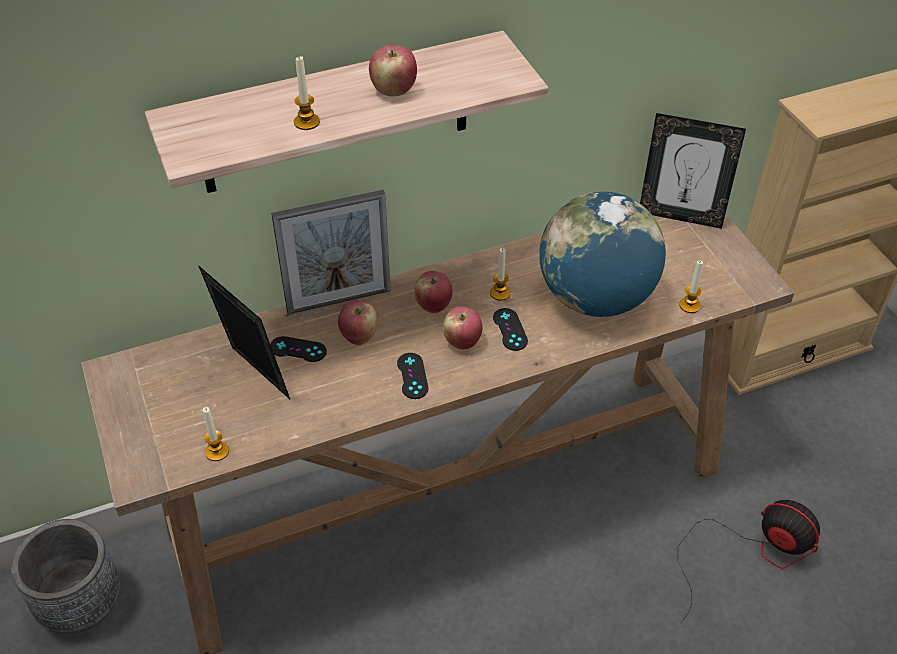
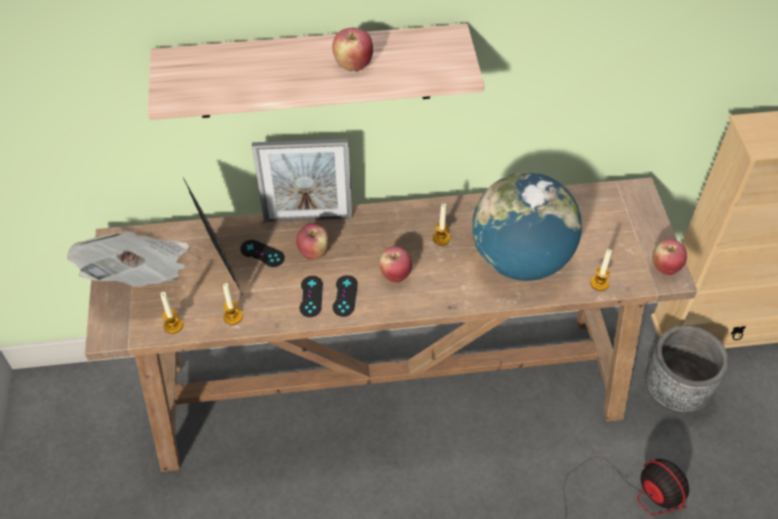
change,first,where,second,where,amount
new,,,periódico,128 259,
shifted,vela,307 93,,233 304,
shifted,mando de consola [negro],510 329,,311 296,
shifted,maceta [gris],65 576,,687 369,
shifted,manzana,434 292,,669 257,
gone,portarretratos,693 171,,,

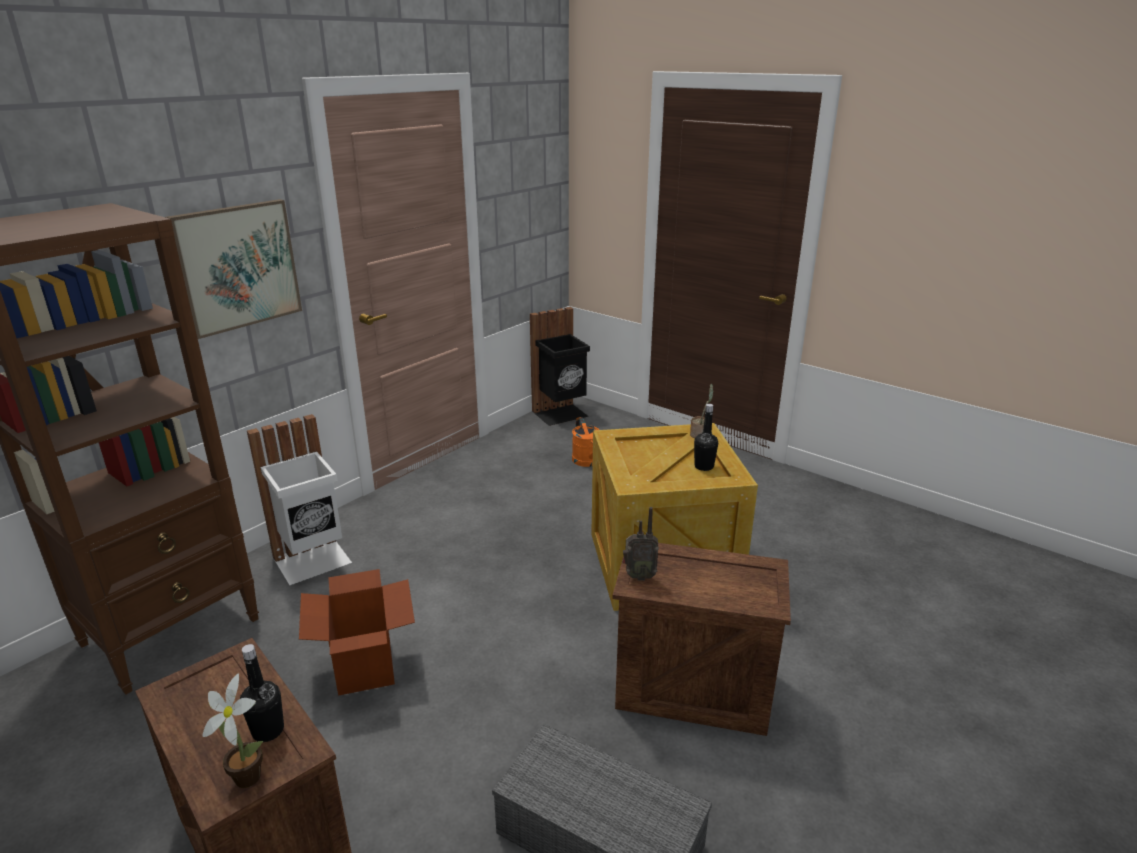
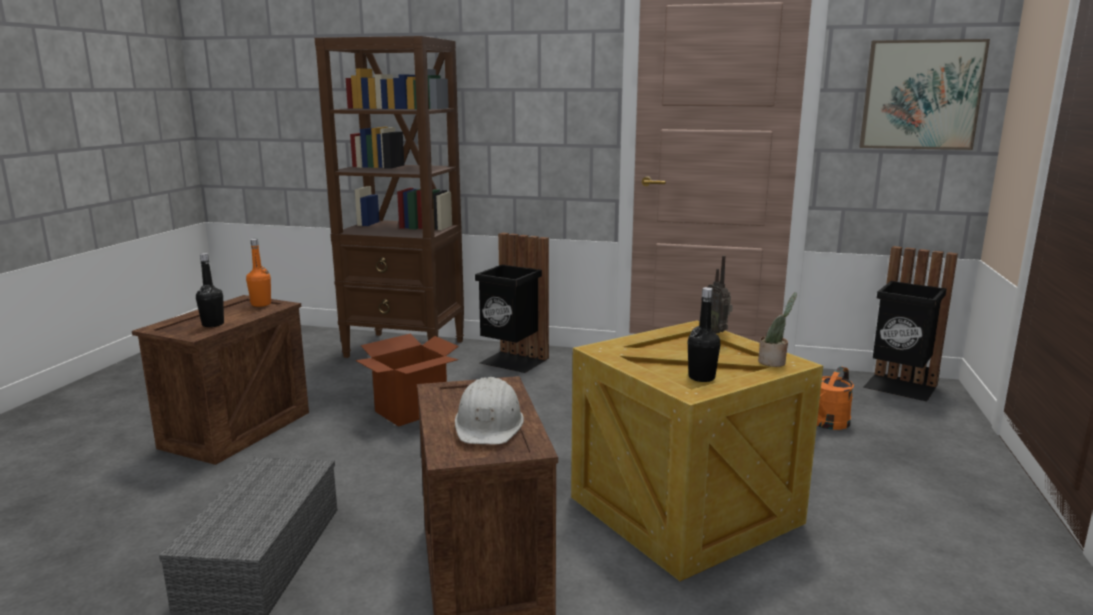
change,first,where,second,where,amount
new,,,botella [naranja],258 273,
new,,,casco [blanco],489 410,
repainted,papelera [blanco],299 499,papelera [negro],512 303,
shifted,radio,640 544,,720 295,
shifted,cuadro,234 269,,925 94,
gone,planta en maceta,232 730,,,

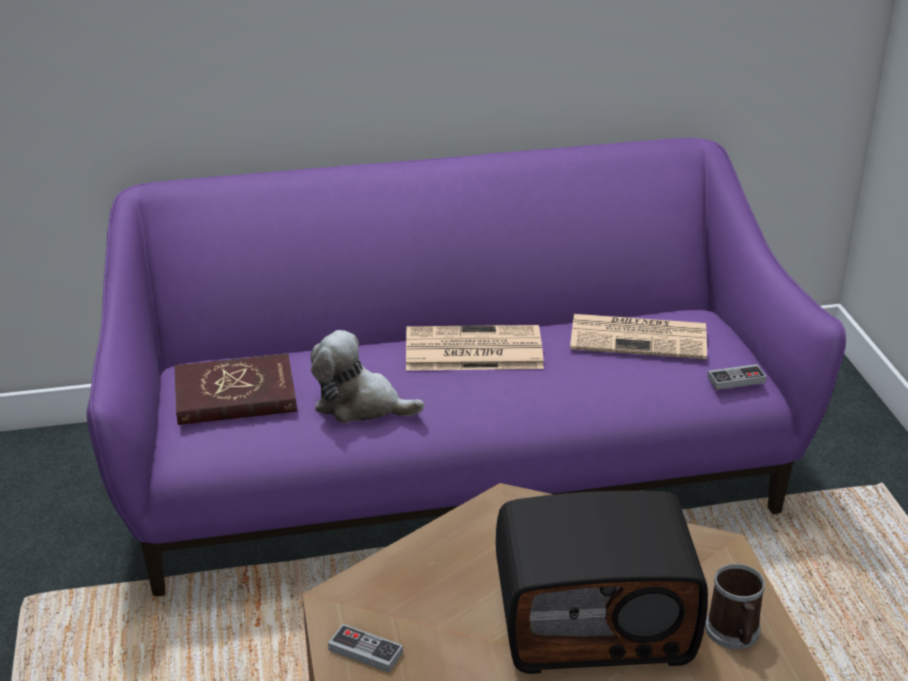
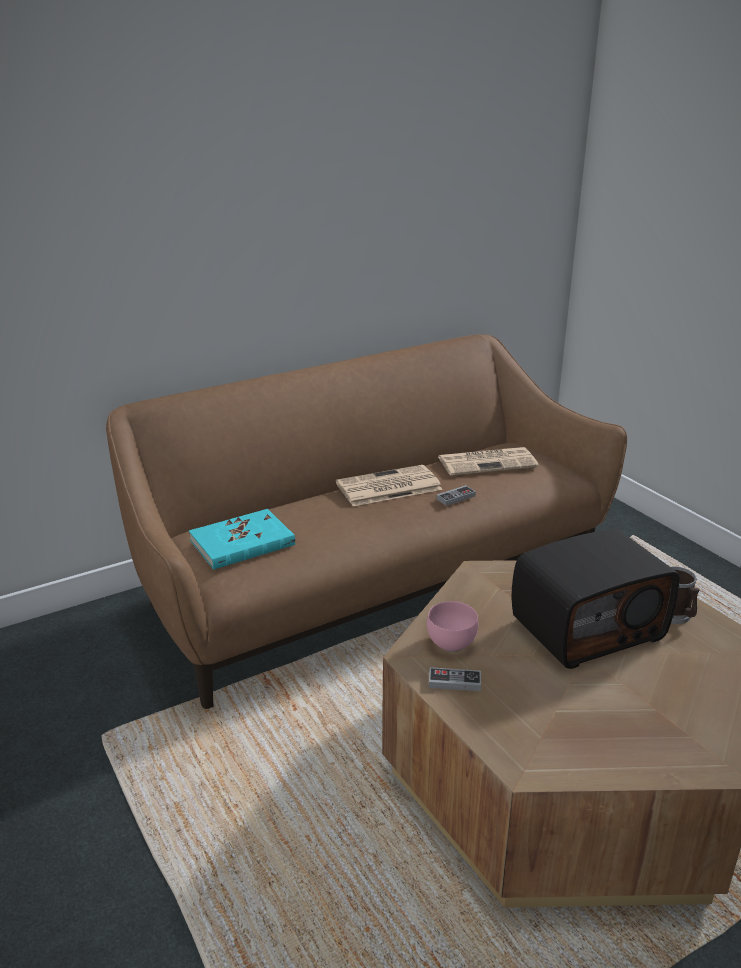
change,first,where,second,where,amount
repainted,sofá [morado],466 367,sofá [marrón],366 521,
repainted,libro [rojo],235 389,libro [turquesa],242 539,
new,,,cuenco [rosa],452 626,
shifted,mando de consola,737 377,,456 495,
gone,peluche,367 376,,,

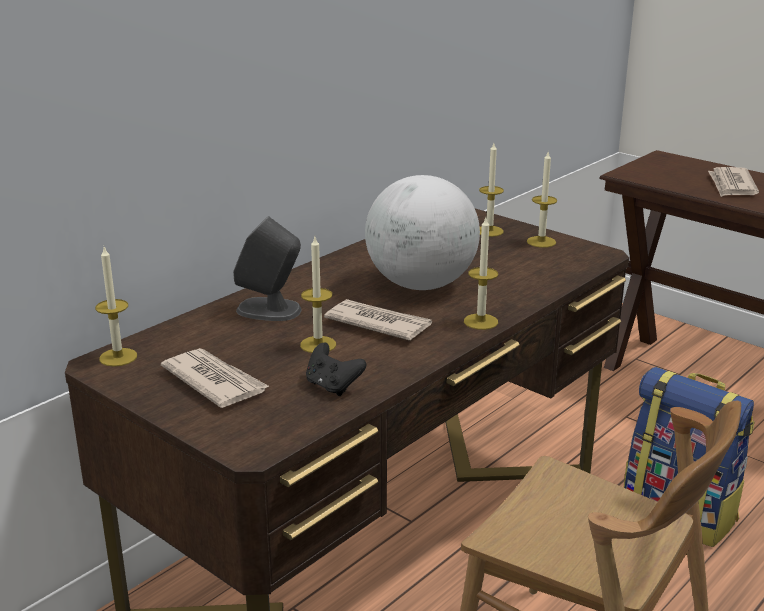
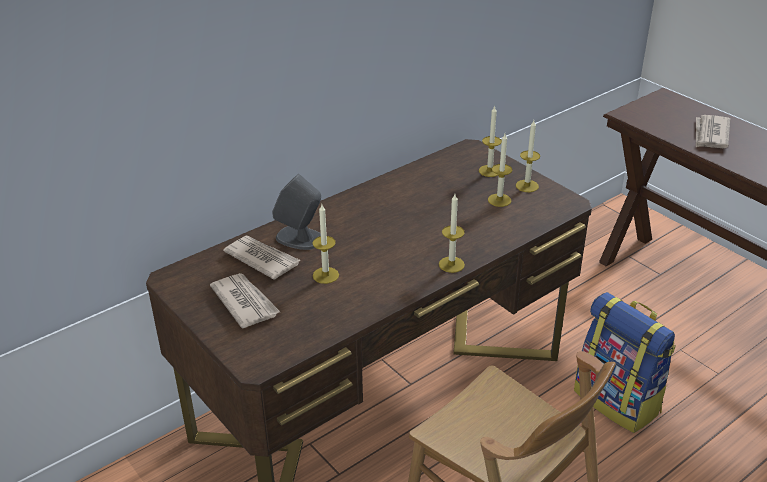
change,first,where,second,where,amount
shifted,periódico,378 320,,261 258,
shifted,vela,116 307,,500 170,
gone,mando de consola [negro],336 369,,,
gone,globo terráqueo,422 232,,,

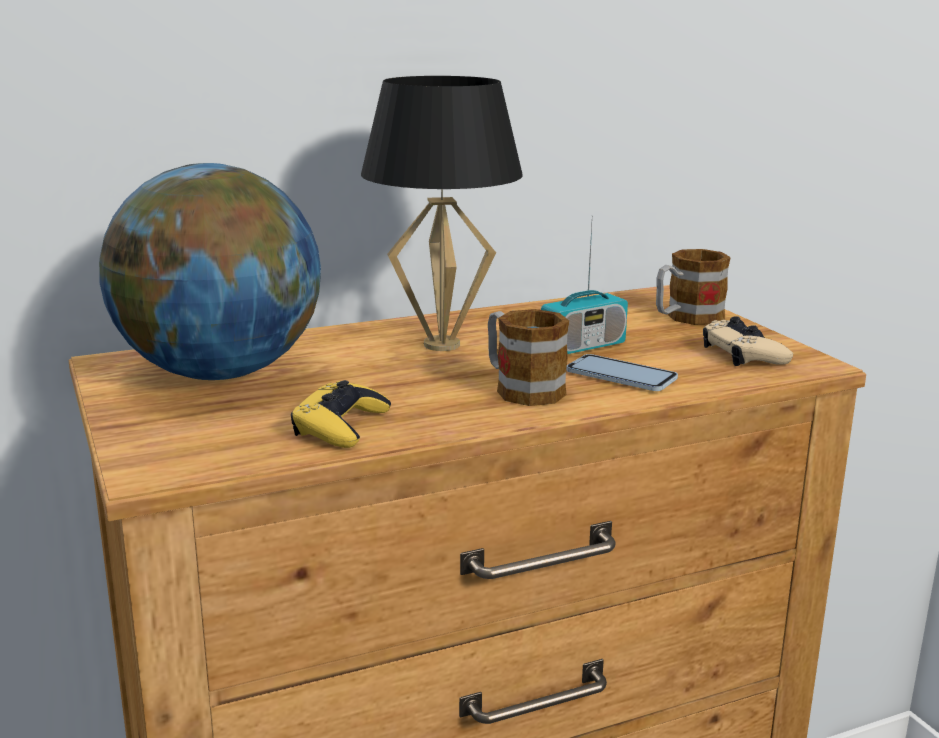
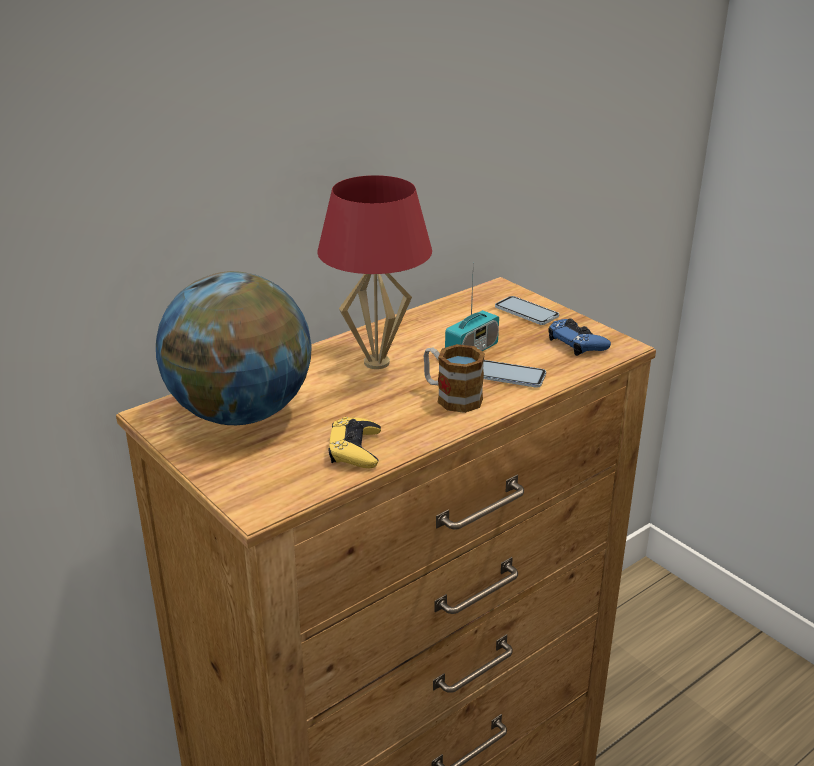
change,first,where,second,where,amount
repainted,lámpara de mesa [negro],442 213,lámpara de mesa [rojo],374 272,
swapped,taza grande,693 287,móvil,527 310,
repainted,mando de consola [beis],748 341,mando de consola [azul],579 337,

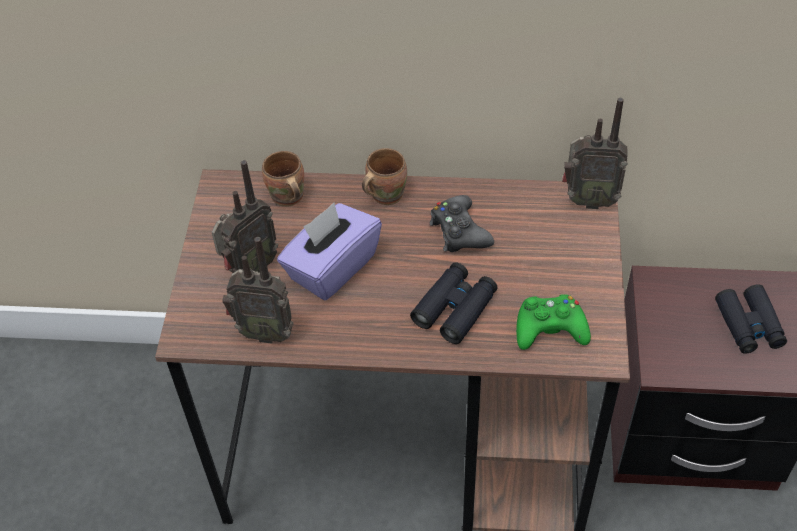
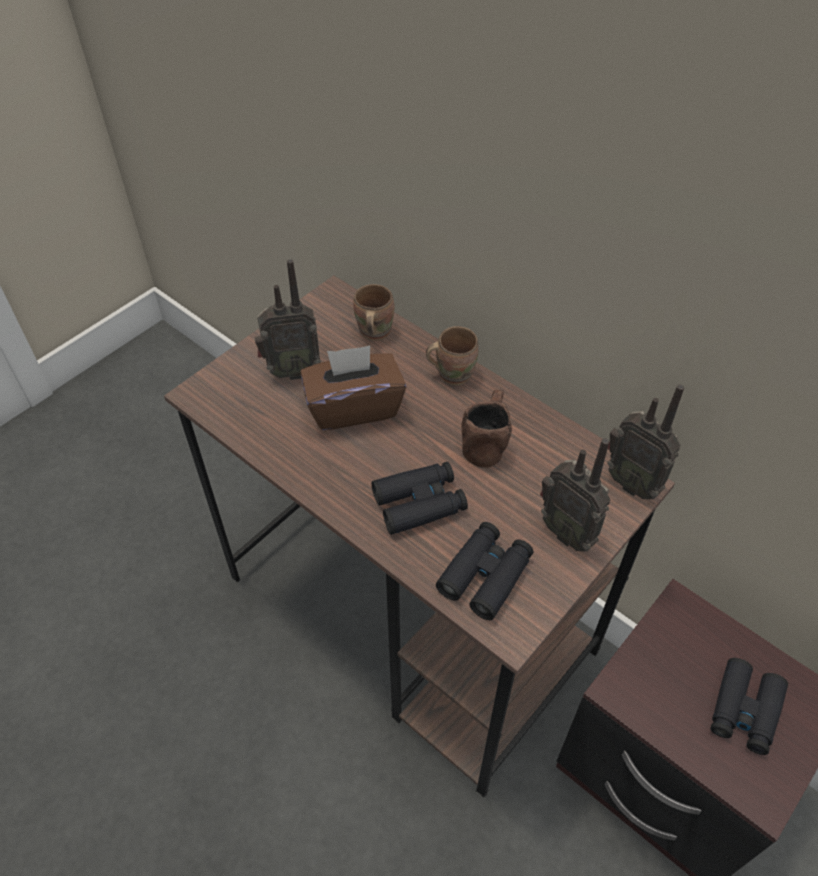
change,first,where,second,where,amount
repainted,caja de pañuelos [morado],329 251,caja de pañuelos [marrón],353 388,
swapped,mando de consola [verde],553 322,prismáticos [negro],484 571,
swapped,mando de consola [negro],462 223,taza grande [marrón],486 429,
shifted,radio,258 290,,575 495,

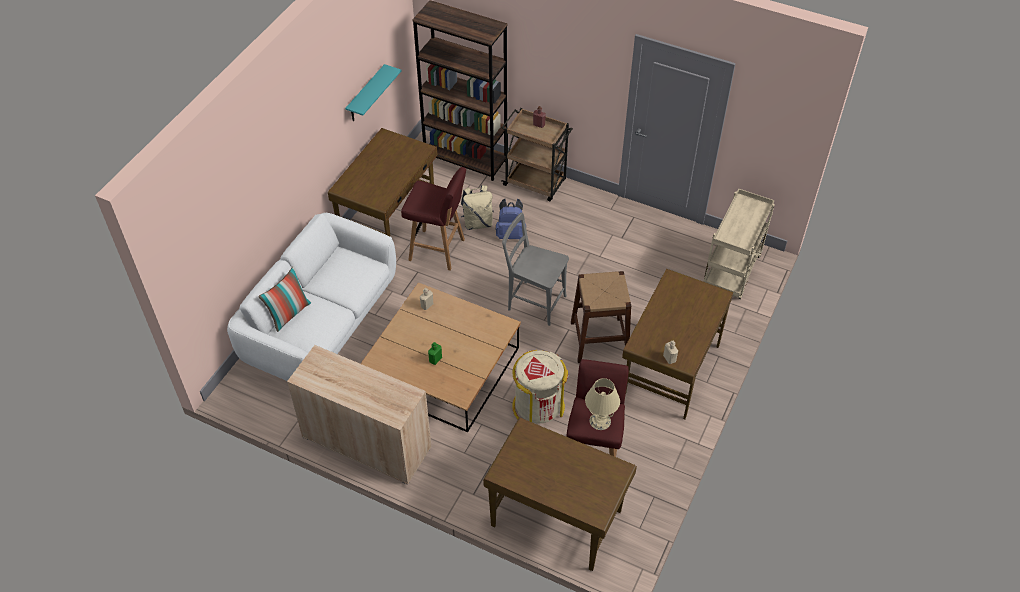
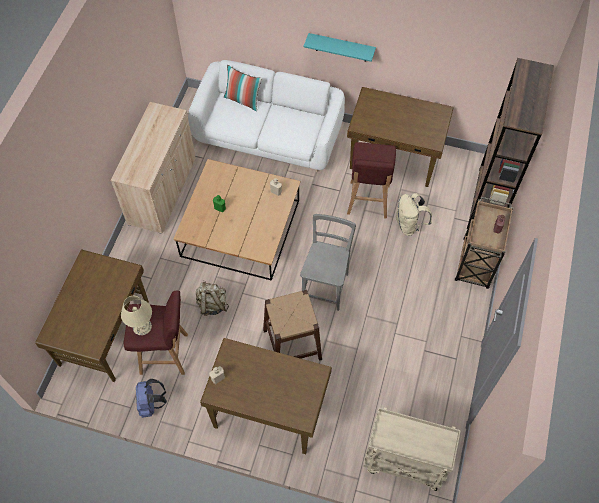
change,first,where,second,where,amount
shifted,mochila [azul],511 219,,151 398,
swapped,papelera [beis],540 387,mochila [beis],212 298,
shifted,estante [turquesa],373 92,,340 47,

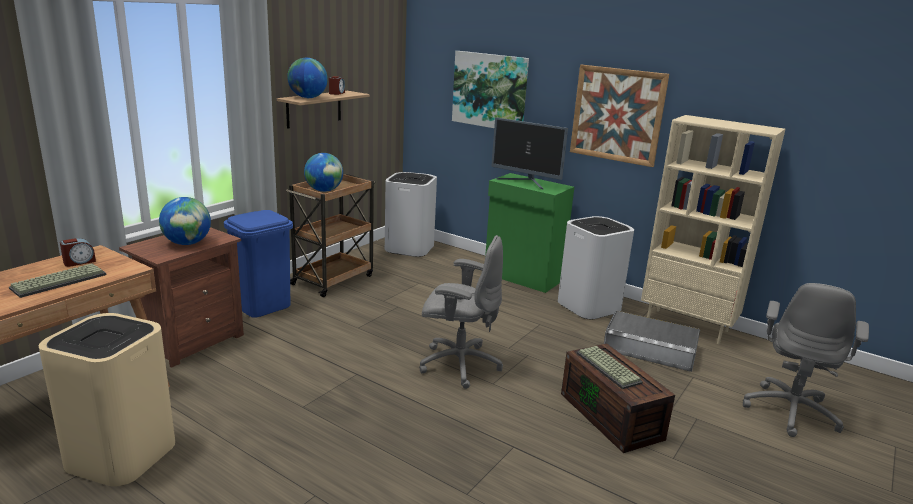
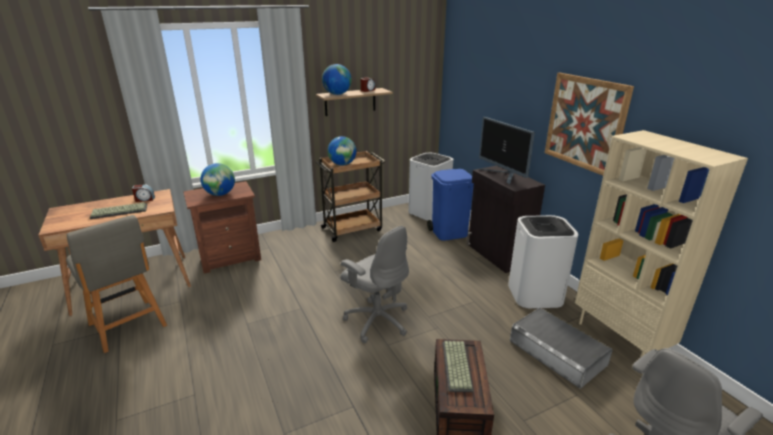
change,first,where,second,where,amount
swapped,papelera [beis],107 400,silla [gris],116 284,
shifted,papelera [azul],258 264,,450 205,
repainted,armario [verde],529 233,armario [negro],506 219,
gone,cuadro,490 89,,,

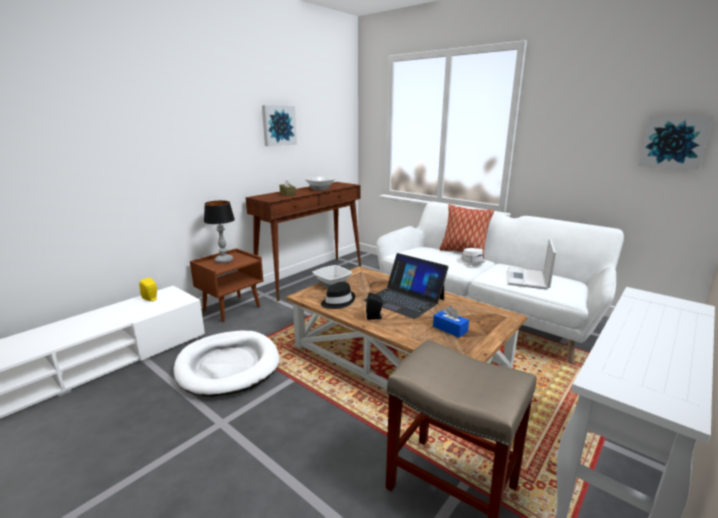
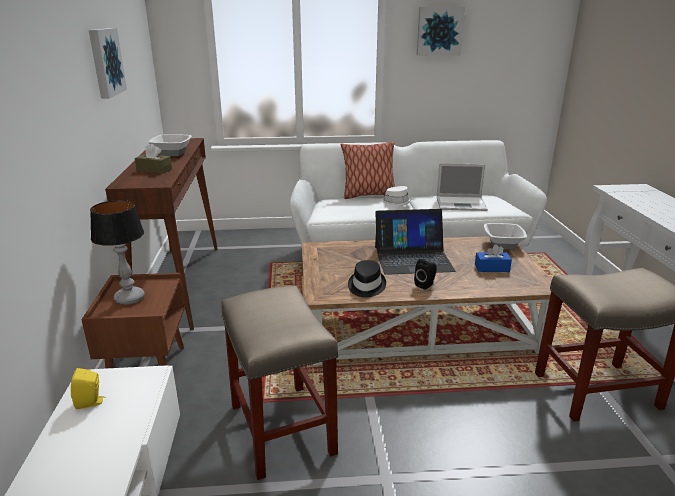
change,first,where,second,where,amount
swapped,cama para perro [blanco],226 364,taburete [beis],280 383,
shifted,cuadro,676 143,,441 31,
rotated,portátil,532 264,,462 187,60 degrees counterclockwise
shifted,cuenco,332 276,,505 236,

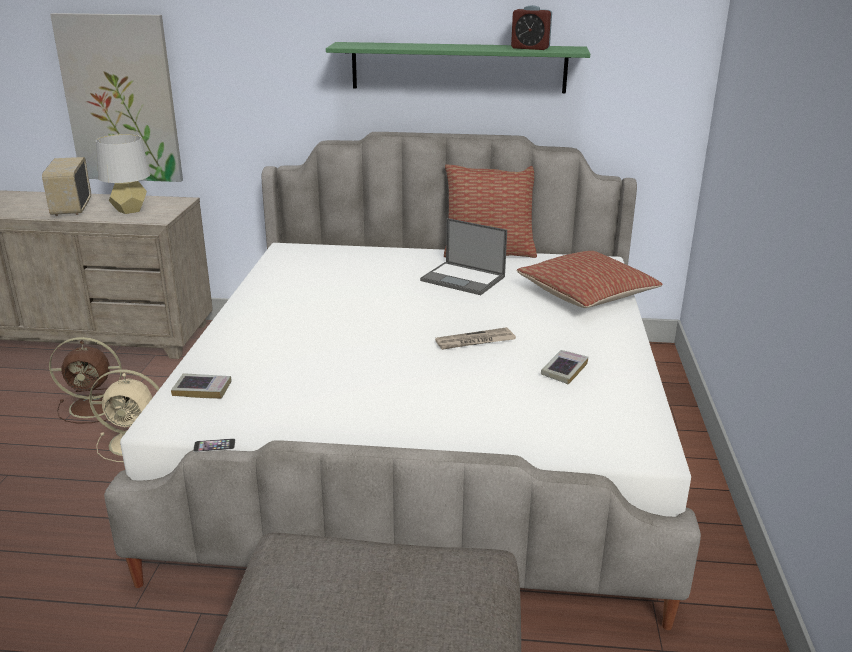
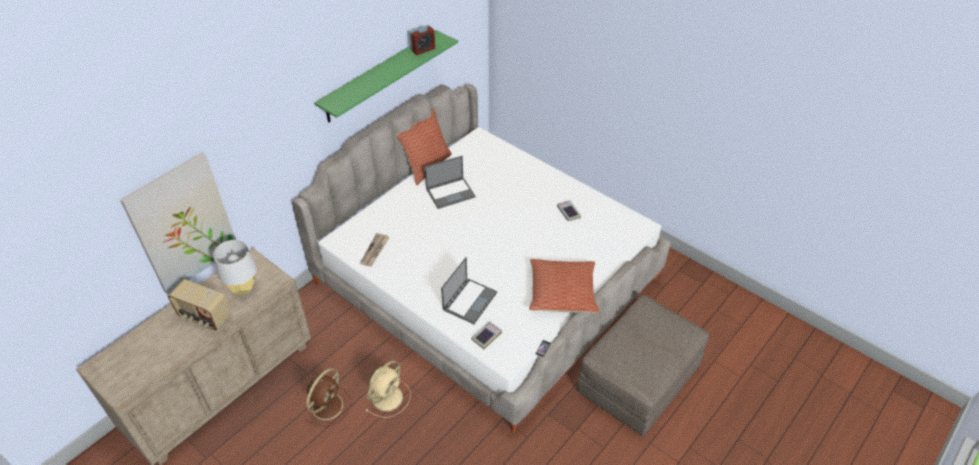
change,first,where,second,where,amount
shifted,periódico,475 338,,375 250,
new,,,portátil,469 290,
shifted,cojín,590 279,,564 286,

